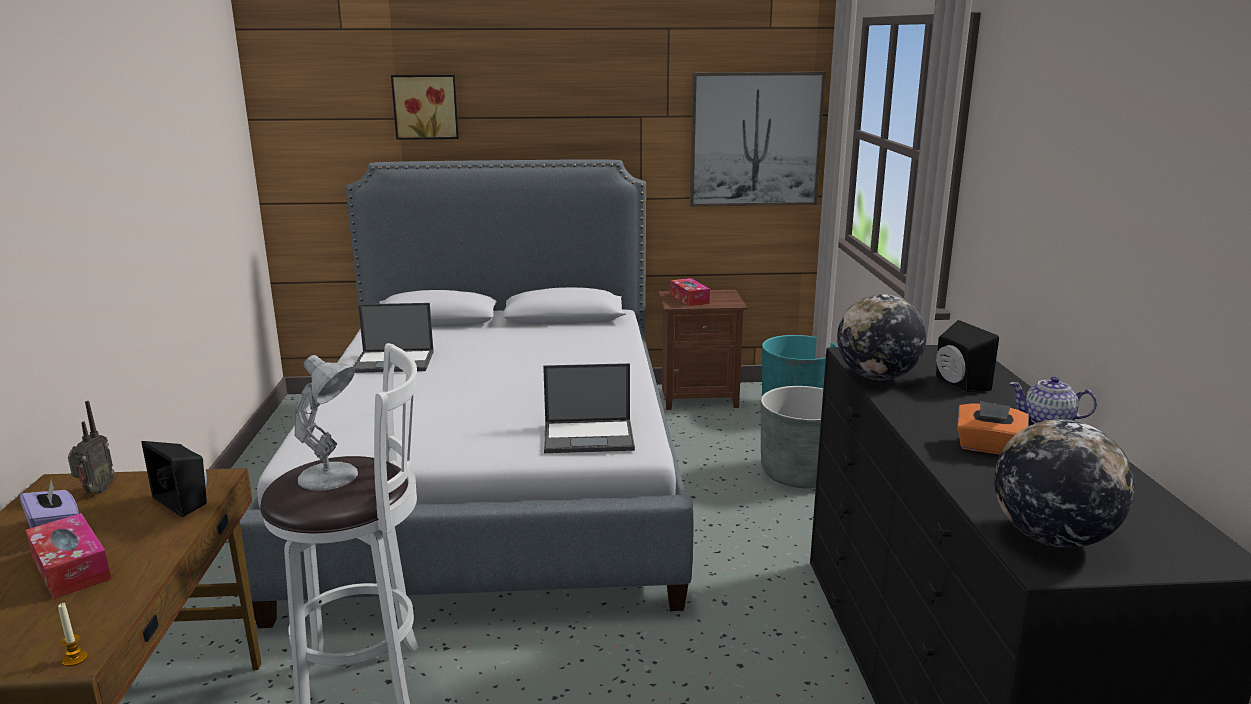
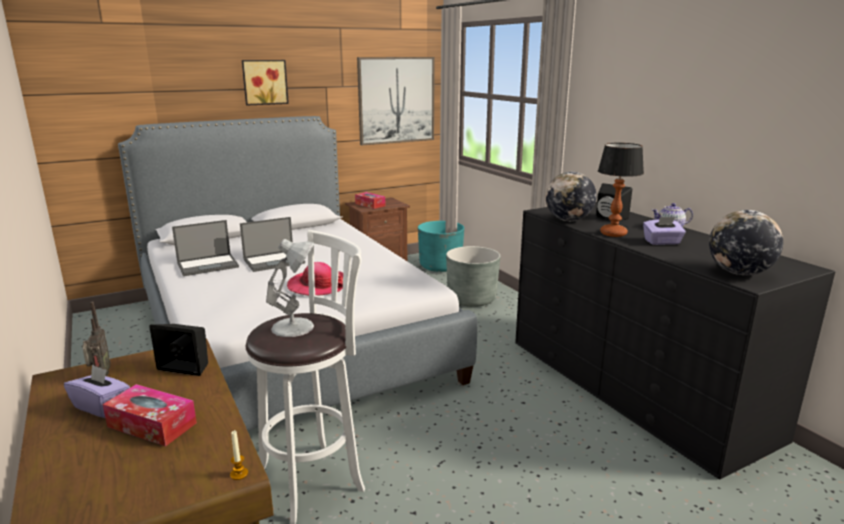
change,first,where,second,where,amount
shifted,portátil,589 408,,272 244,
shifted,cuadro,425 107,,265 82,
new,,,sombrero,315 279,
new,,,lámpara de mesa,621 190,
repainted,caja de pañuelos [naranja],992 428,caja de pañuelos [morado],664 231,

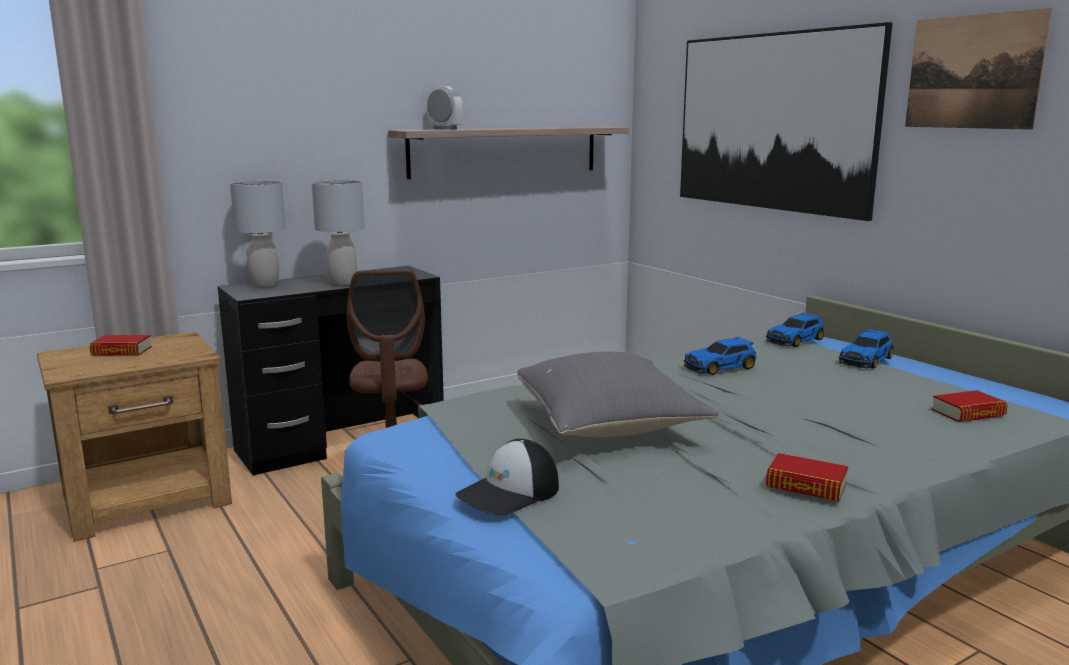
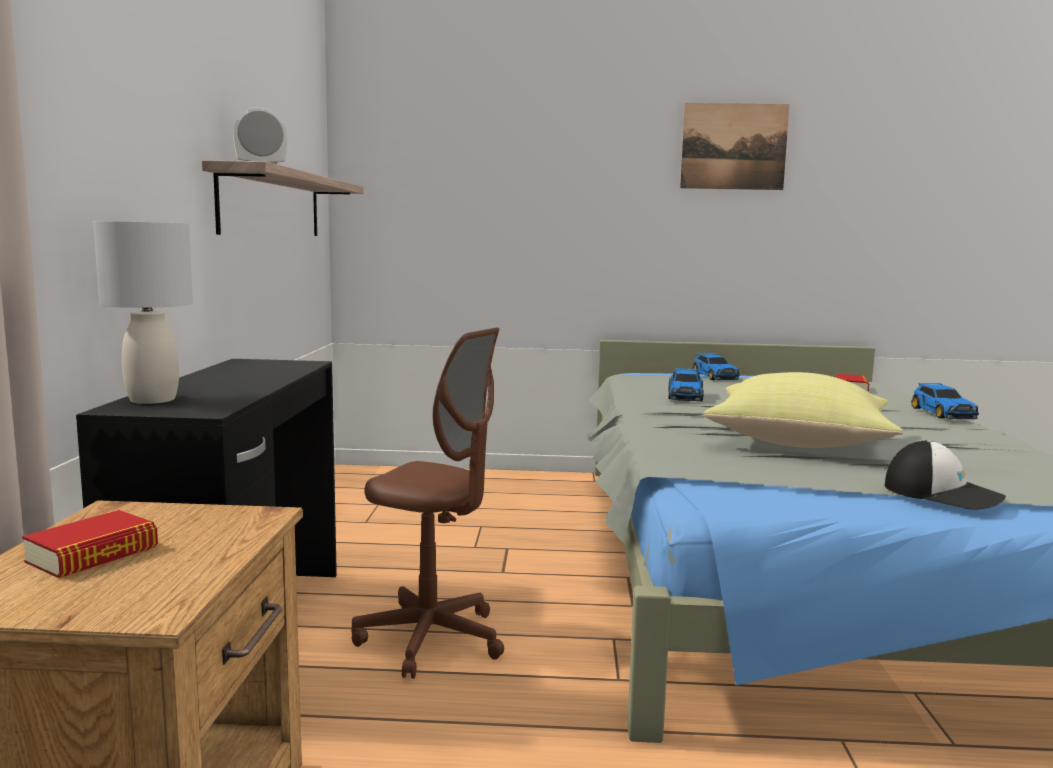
change,first,where,second,where,amount
repainted,cojín [gris],618 394,cojín [amarillo],804 410,
rotated,gorra,507 477,,945 475,45 degrees counterclockwise
shifted,coche de juguete,795 329,,945 401,
gone,lámpara de mesa [gris],338 232,,,
gone,cuadro,786 121,,,
gone,libro,807 477,,,

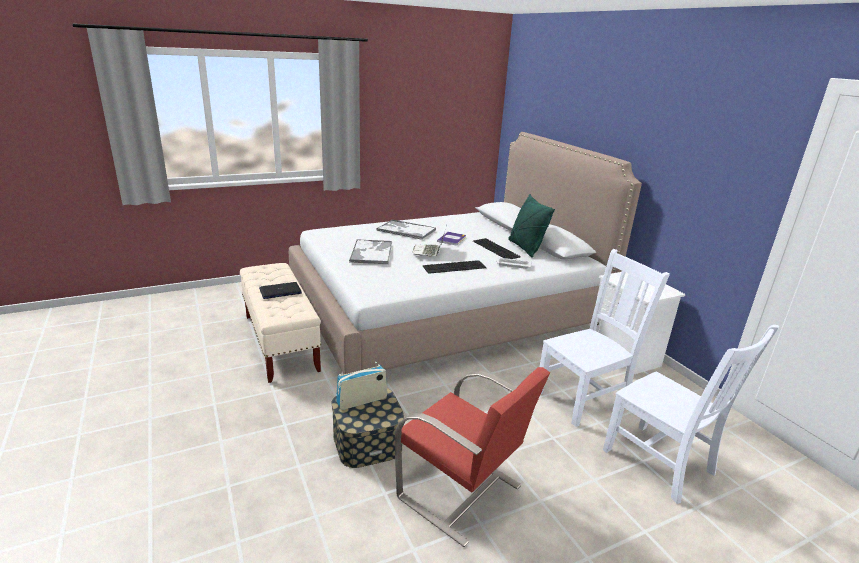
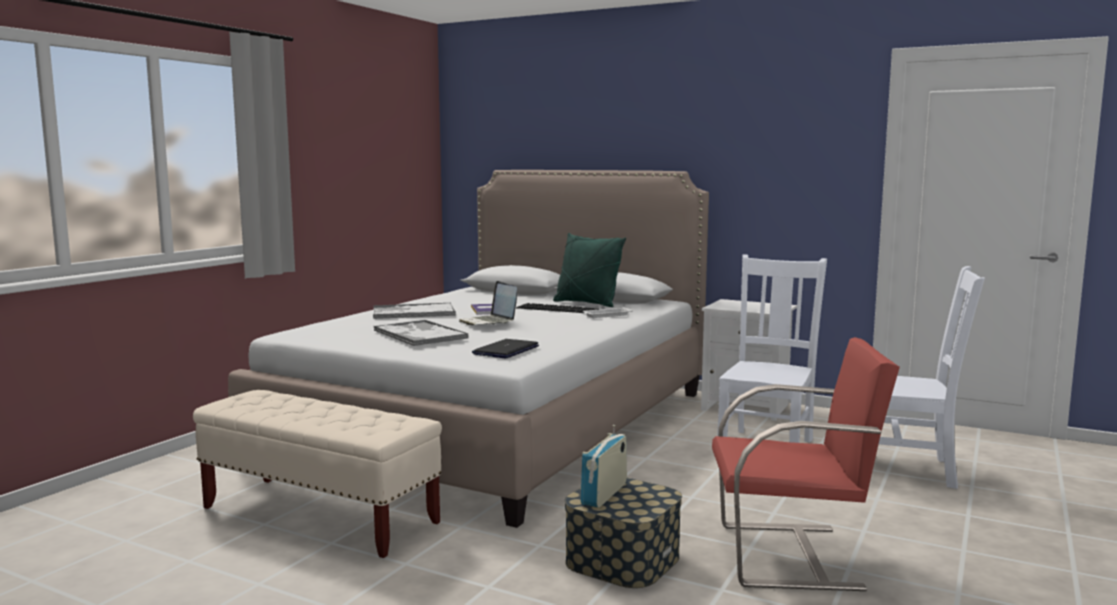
change,first,where,second,where,amount
shifted,portátil,280 290,,505 349,
gone,teclado,454 267,,,

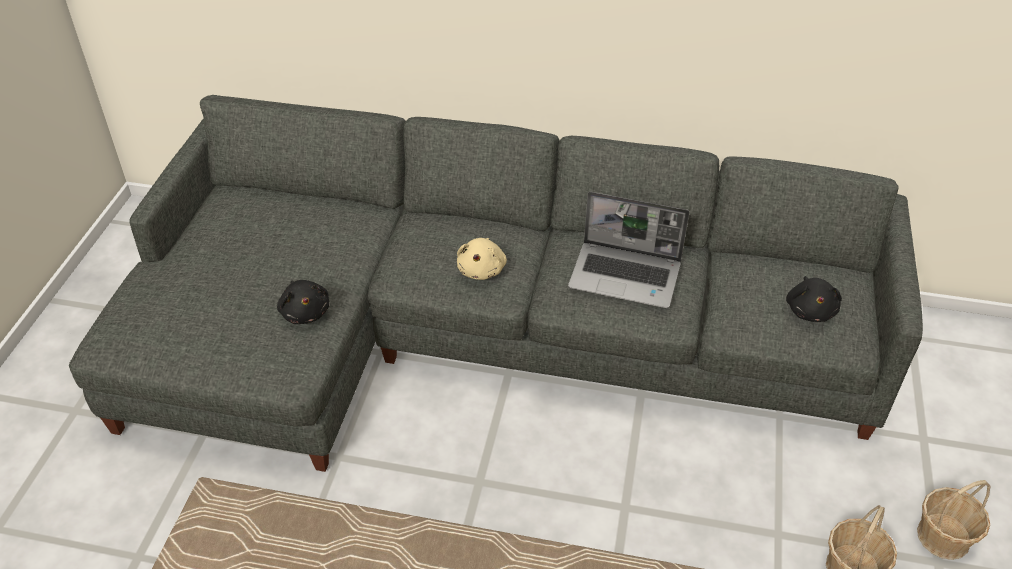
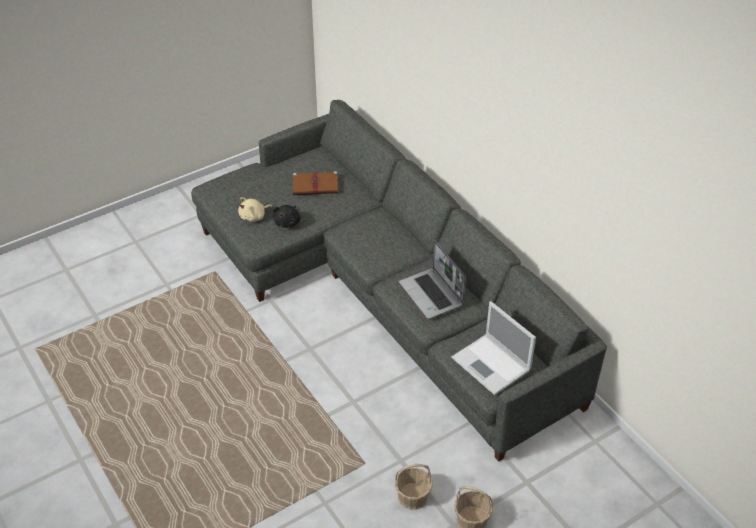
change,first,where,second,where,amount
shifted,peluche [beis],482 259,,255 209,
new,,,libro [marrón],317 183,
swapped,peluche [negro],814 299,portátil,493 348,

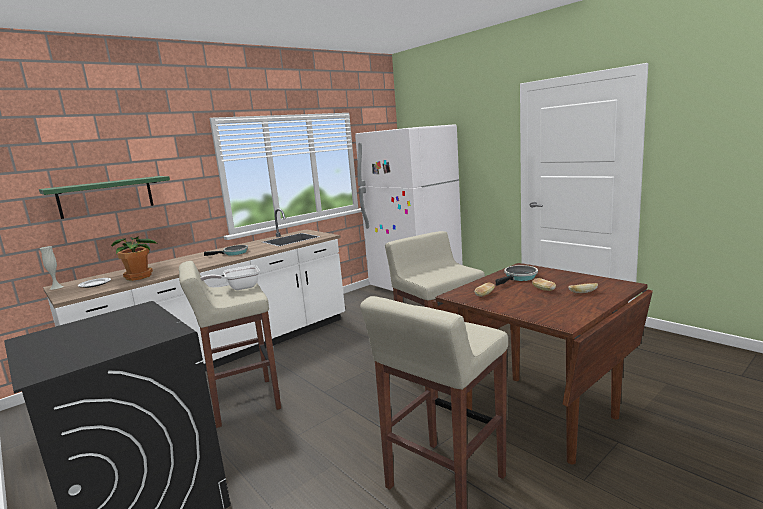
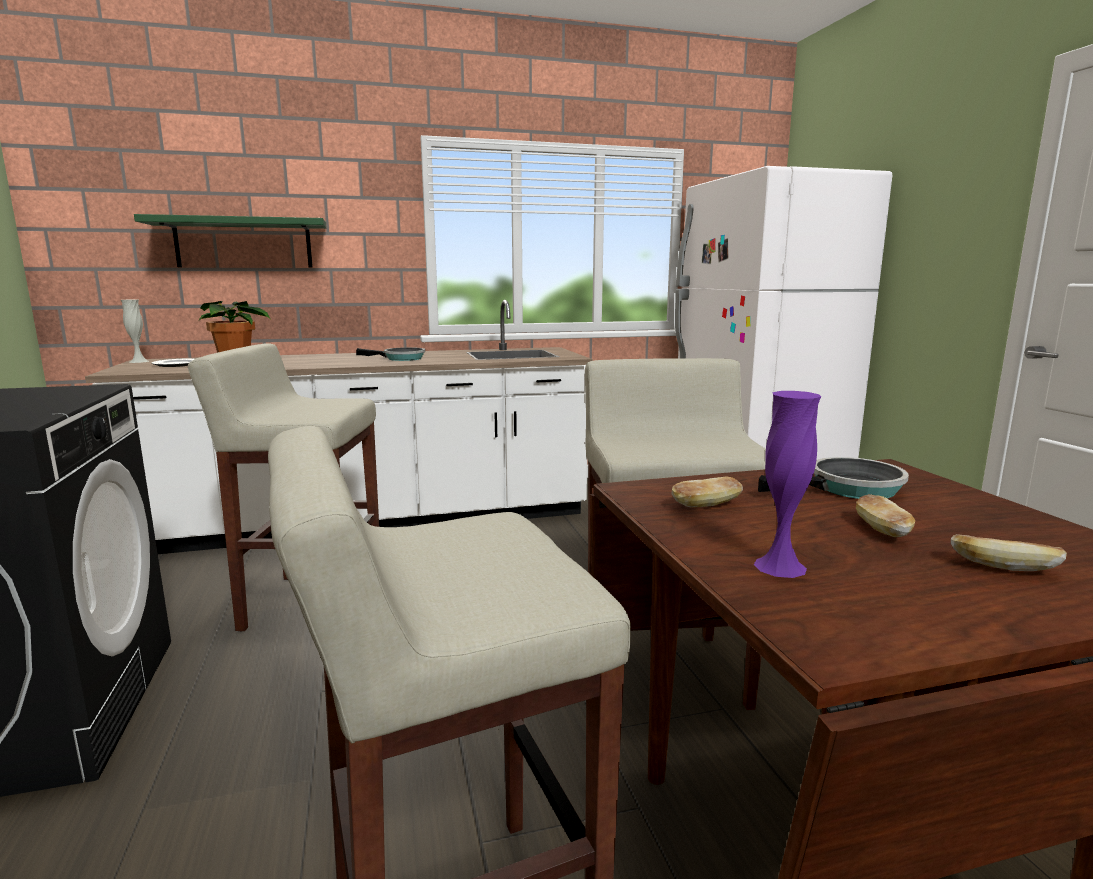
change,first,where,second,where,amount
new,,,florero [morado],787 484,
gone,sartén,230 277,,,

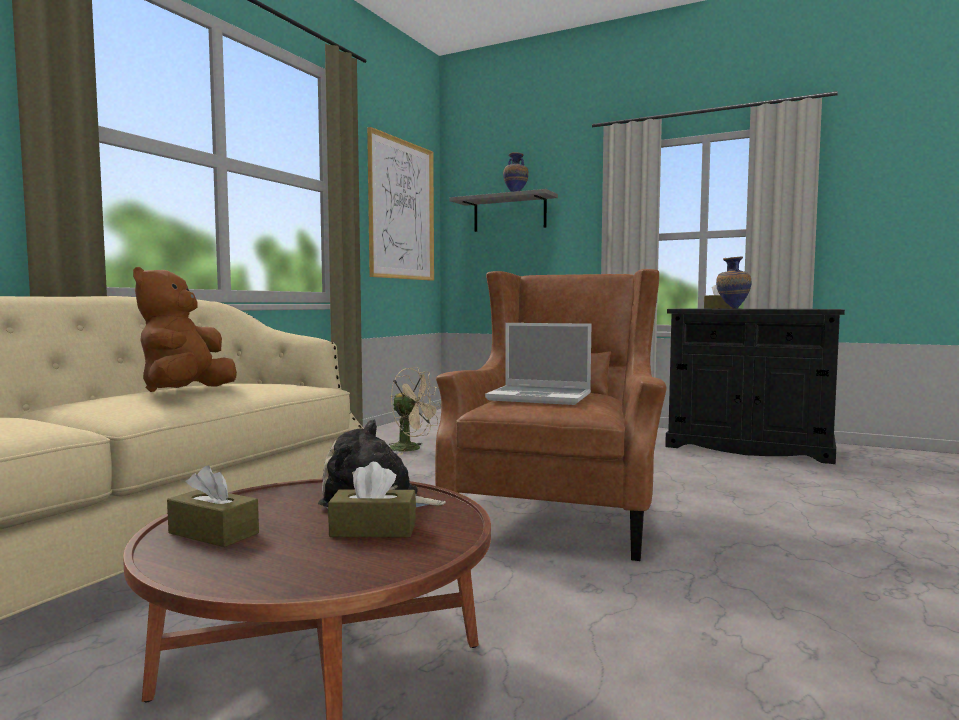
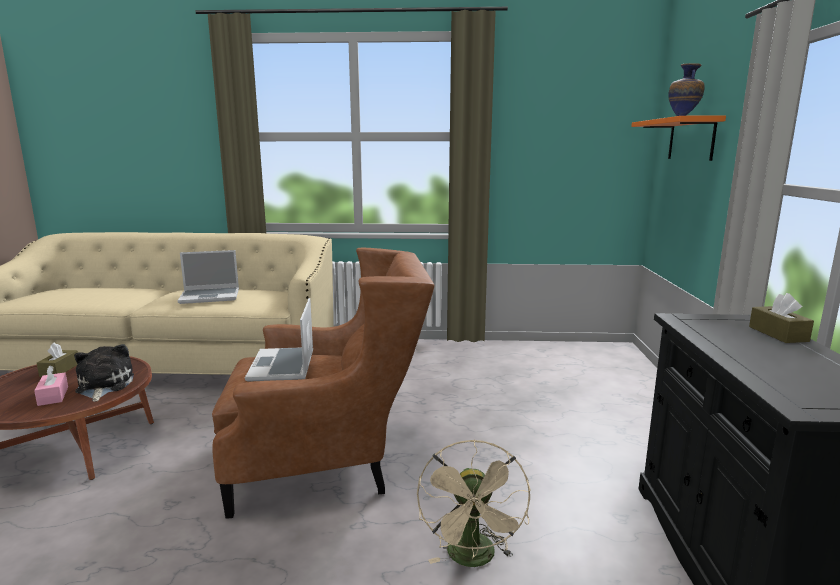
change,first,where,second,where,amount
repainted,caja de pañuelos [marrón],372 499,caja de pañuelos [rosa],51 385,
swapped,peluche [marrón],185 329,portátil,208 277,
shifted,ventilador [beis],415 411,,474 503,
repainted,estante [gris],503 210,estante [naranja],678 138,
gone,cuadro,400 204,,,
gone,florero,733 283,,,

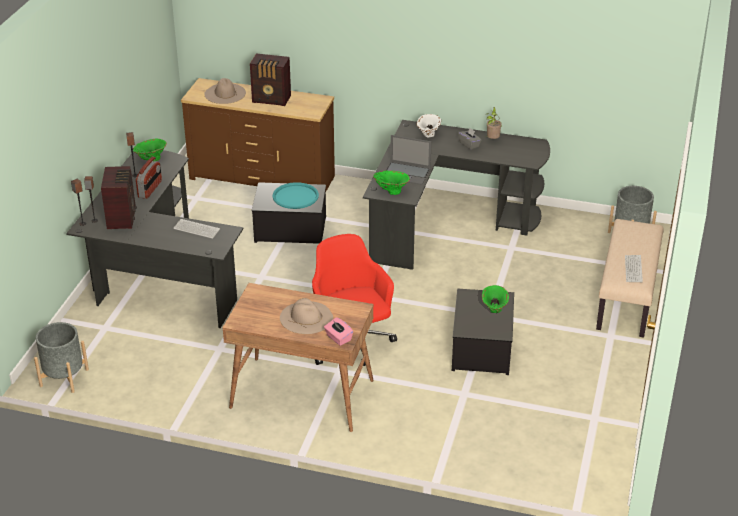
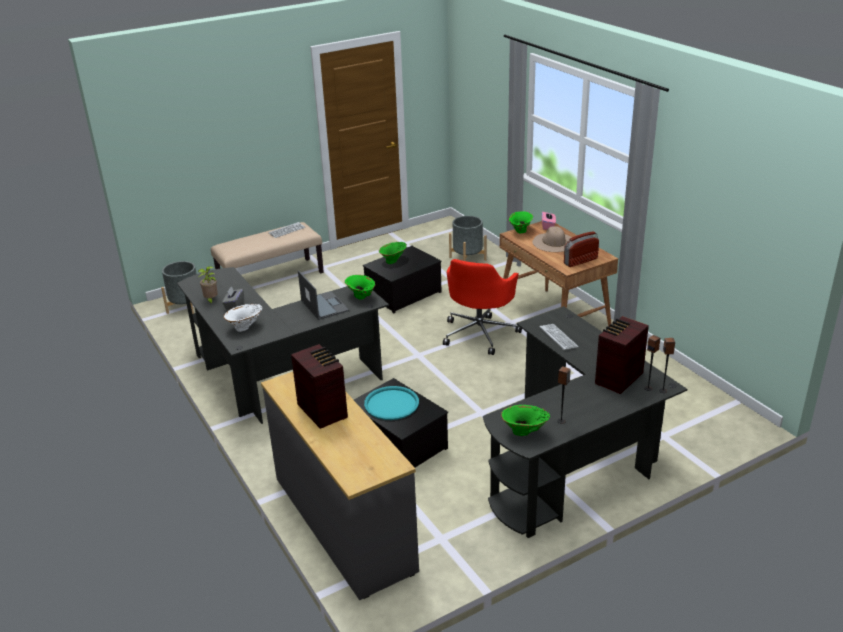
change,first,where,second,where,amount
repainted,cómoda [marrón],258 134,cómoda [gris],340 486,
shifted,maceta [gris],61 357,,468 238,
new,,,florero [verde],521 222,
shifted,radio,149 178,,581 249,
gone,sombrero [beis],225 91,,,

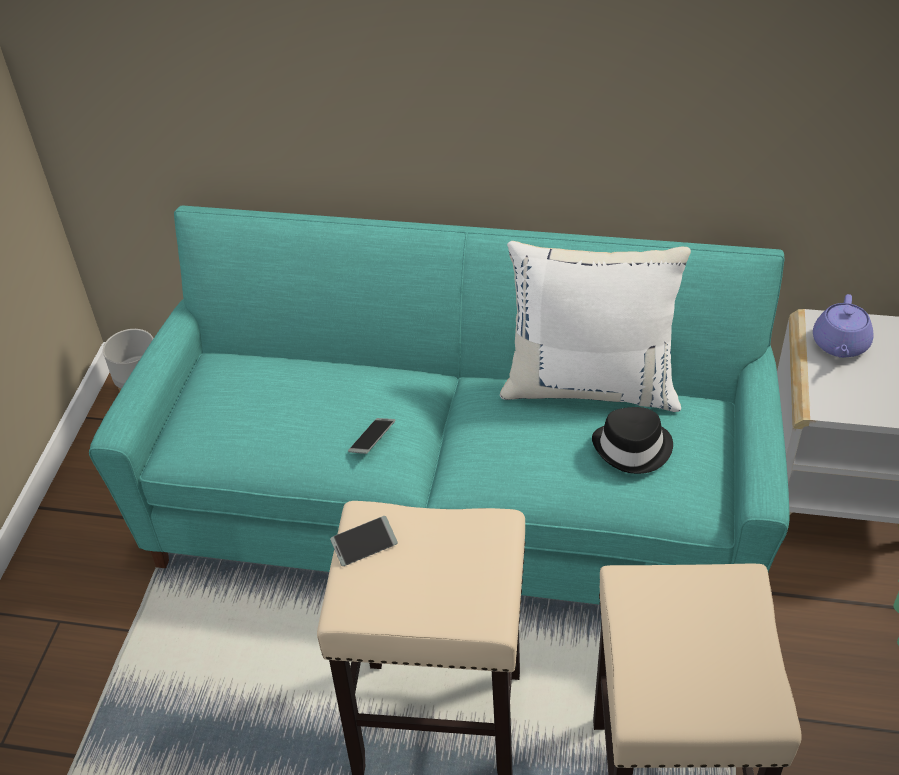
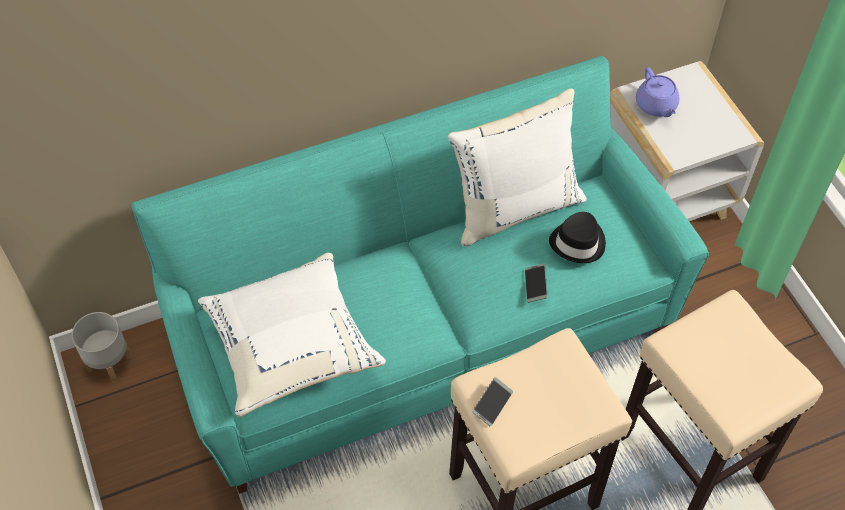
change,first,where,second,where,amount
new,,,cojín [blanco],292 335,
shifted,móvil,371 436,,536 283,

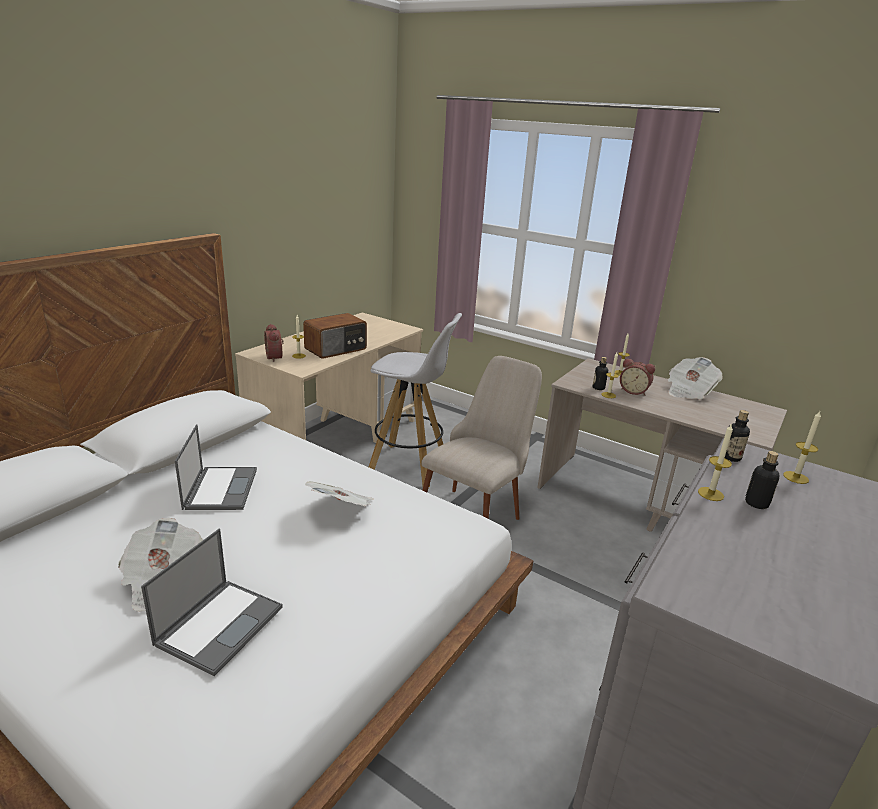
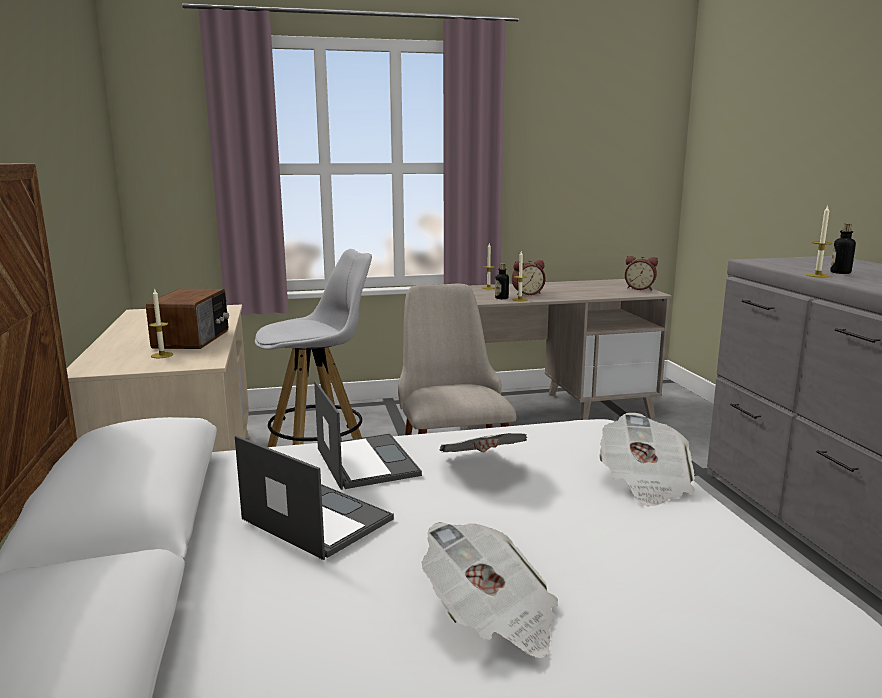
change,first,where,second,where,amount
shifted,portátil,212 602,,368 435,
shifted,periódico,695 378,,647 459,
shifted,despertador,274 343,,641 273,
gone,botella,737 436,,,
gone,vela,802 447,,,

